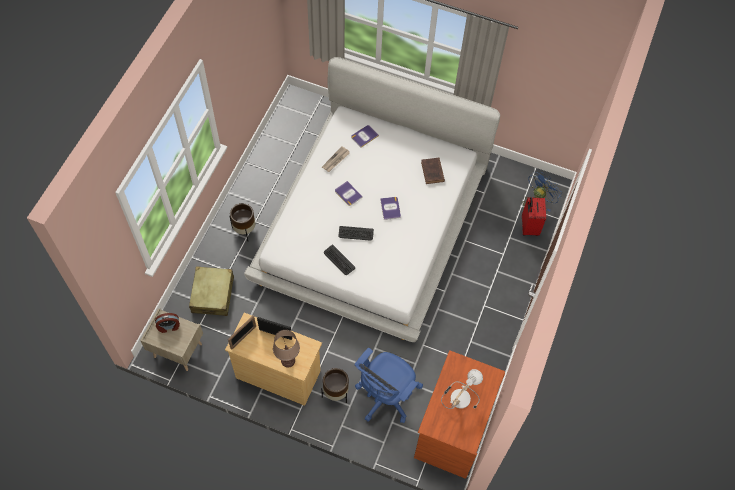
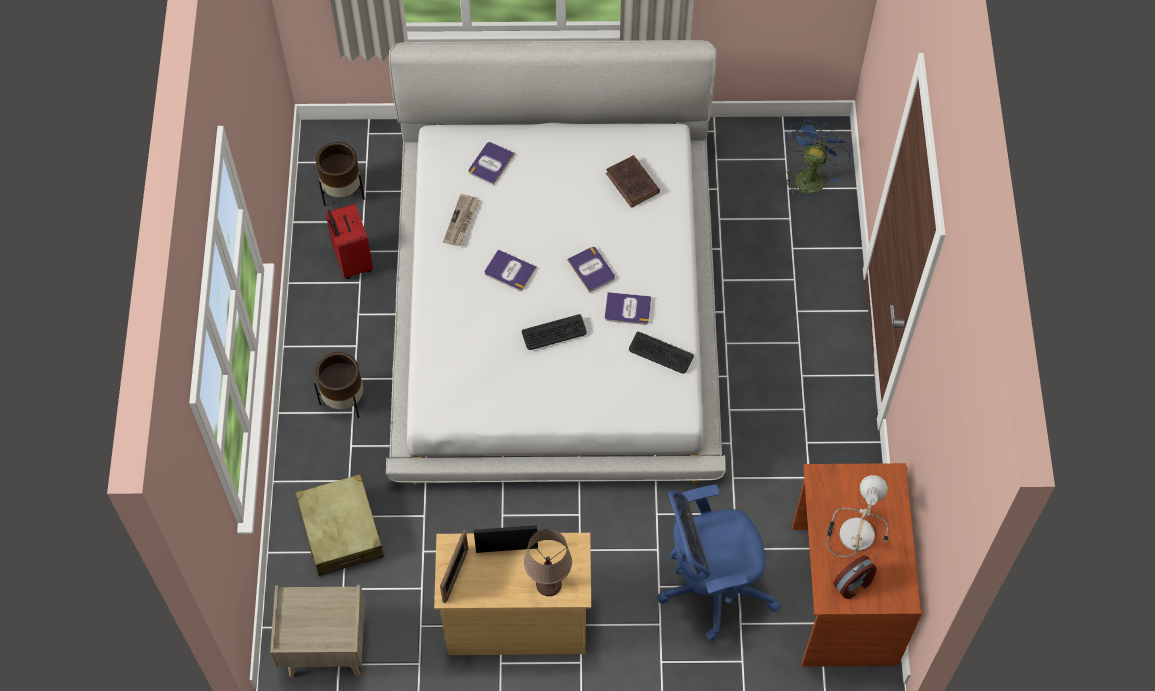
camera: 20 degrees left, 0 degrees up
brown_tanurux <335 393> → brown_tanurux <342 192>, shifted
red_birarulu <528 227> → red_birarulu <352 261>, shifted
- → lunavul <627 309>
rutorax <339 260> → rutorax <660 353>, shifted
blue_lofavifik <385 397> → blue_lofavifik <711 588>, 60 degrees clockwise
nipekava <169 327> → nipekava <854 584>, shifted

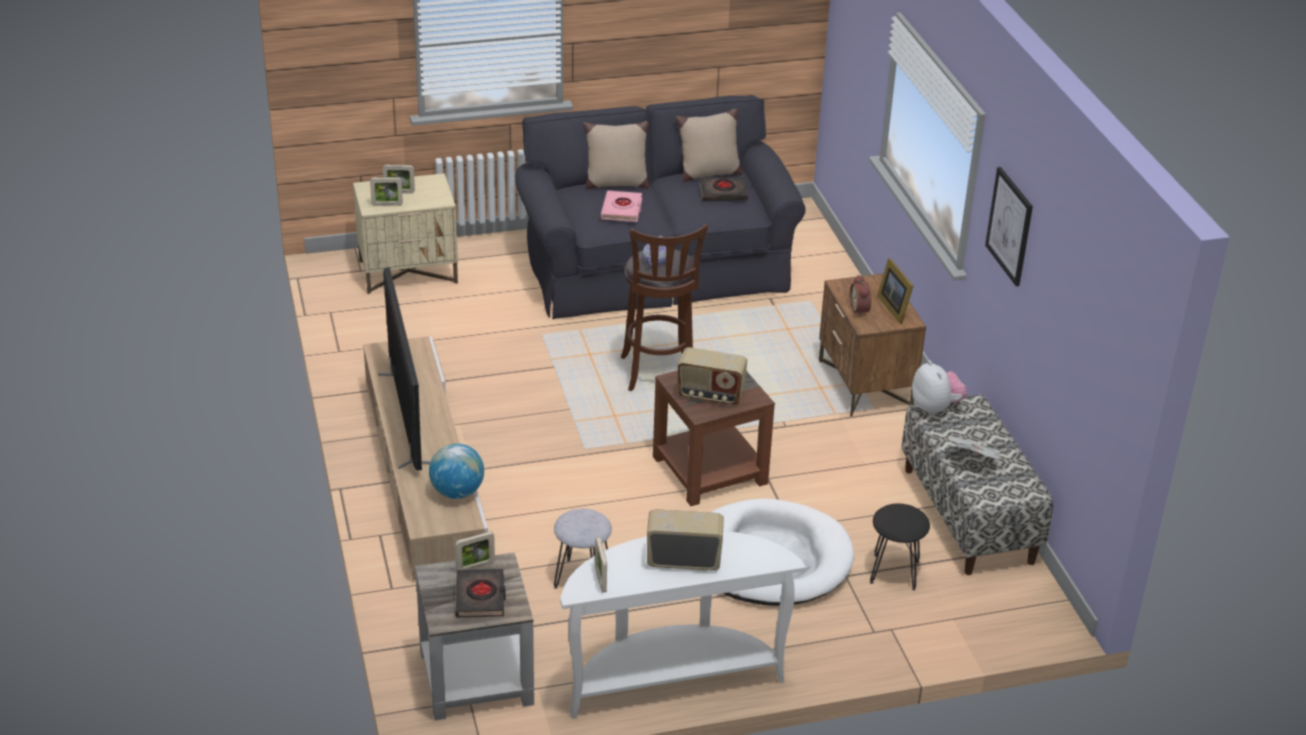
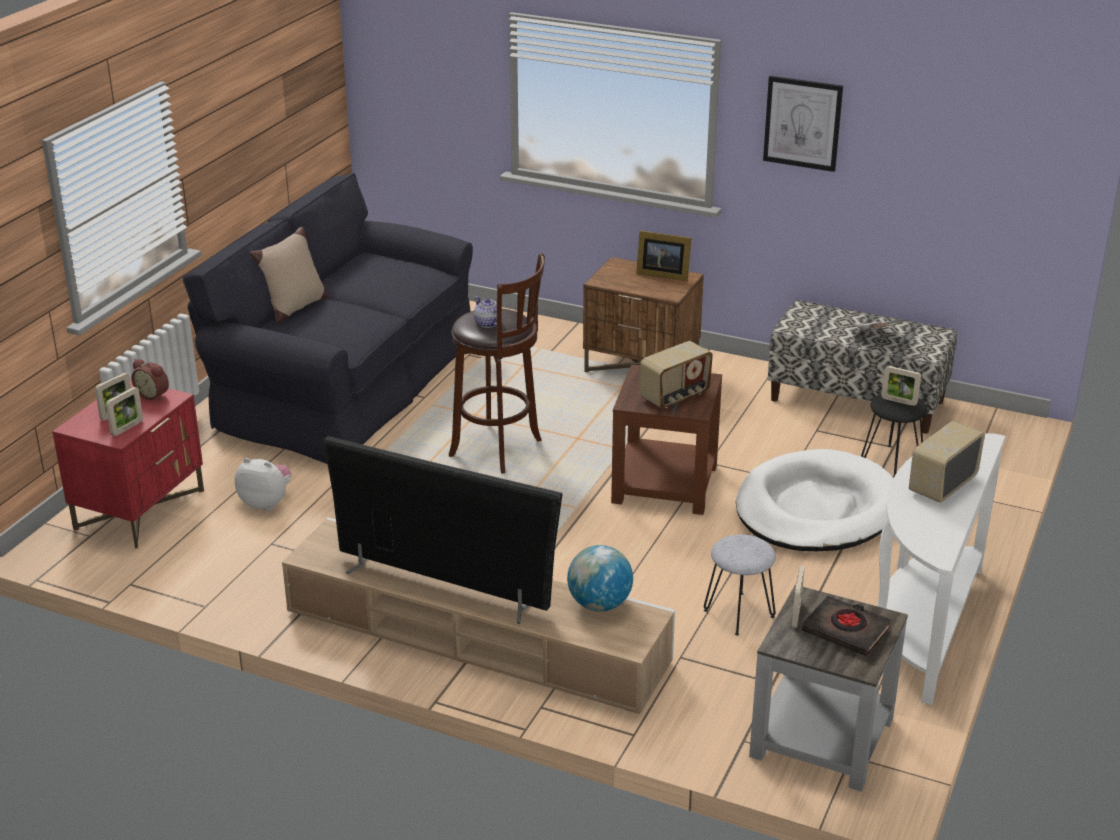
camera: 50 degrees left, 5 degrees down
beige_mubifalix <409 272> → red_mubifalix <140 509>
nipekava <861 309> → nipekava <154 395>, shifted
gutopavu <935 408> → gutopavu <266 503>, shifted
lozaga <600 580> → lozaga <899 401>, shifted
pink_lunavul <622 210> → -
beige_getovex <708 173> → -
black_lunavul <723 192> → -

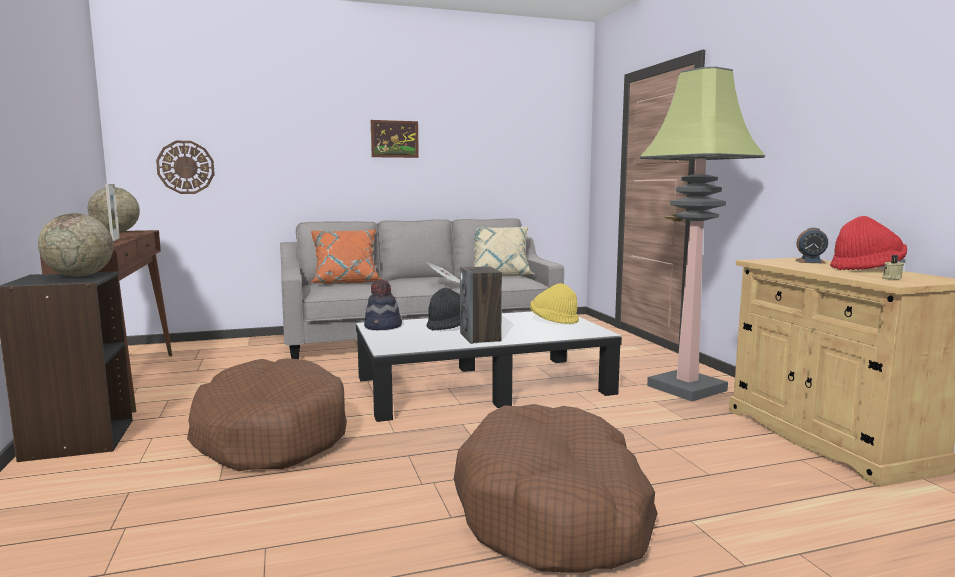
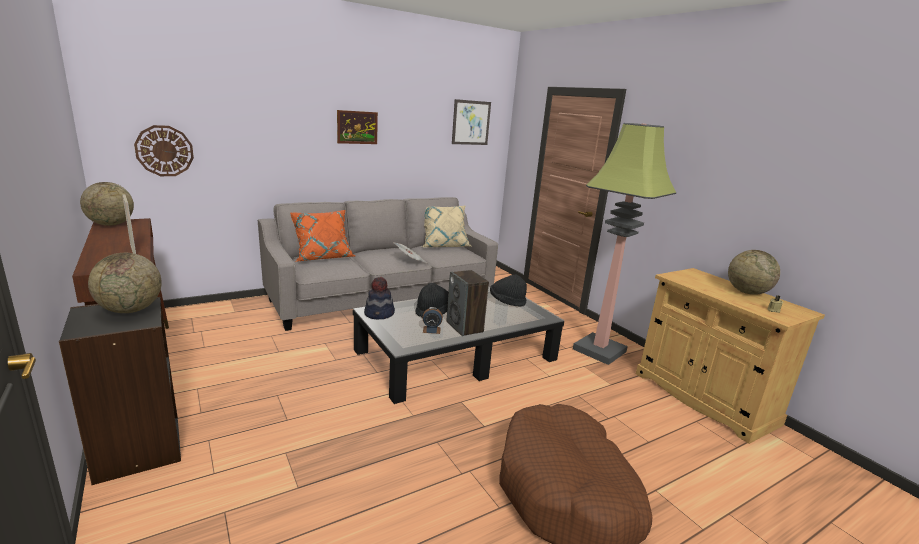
camera: 15 degrees left, 10 degrees up
nipekava <810 262> → nipekava <431 330>, shifted
- → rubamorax <471 122>
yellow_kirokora <553 321> → black_kirokora <507 301>
red_kirokora <866 269> → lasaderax <747 292>
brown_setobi <270 435> → -

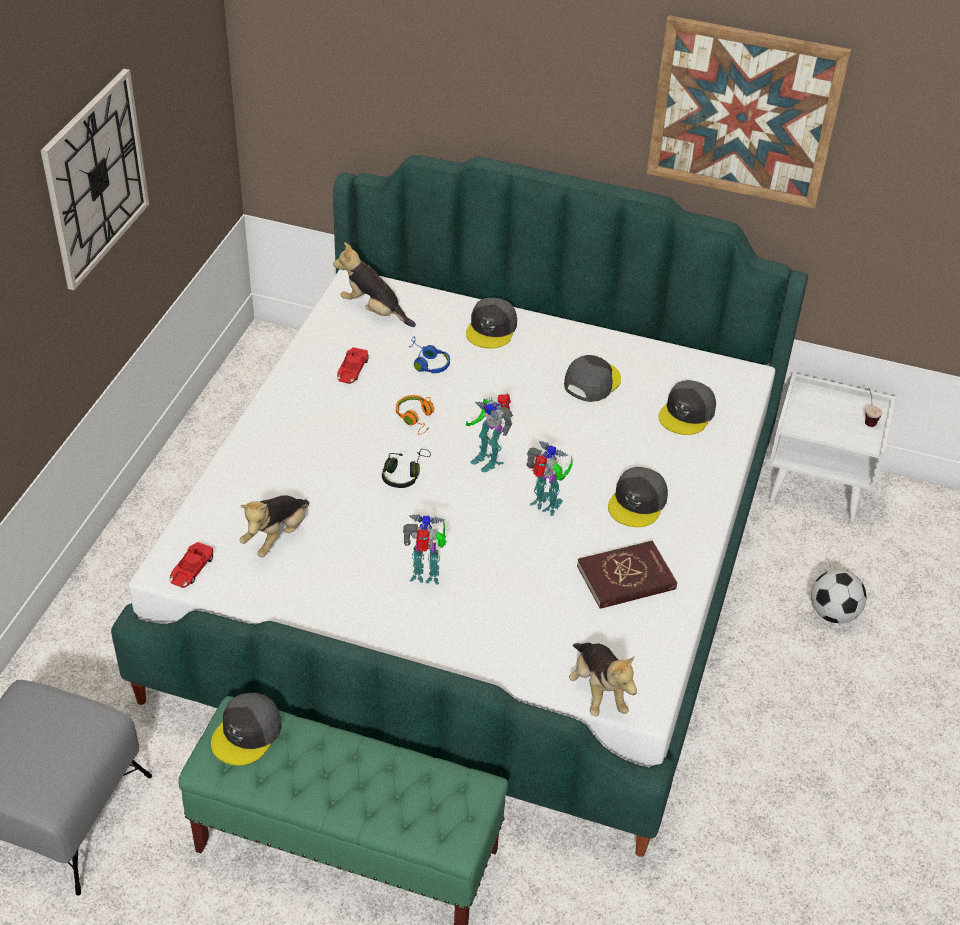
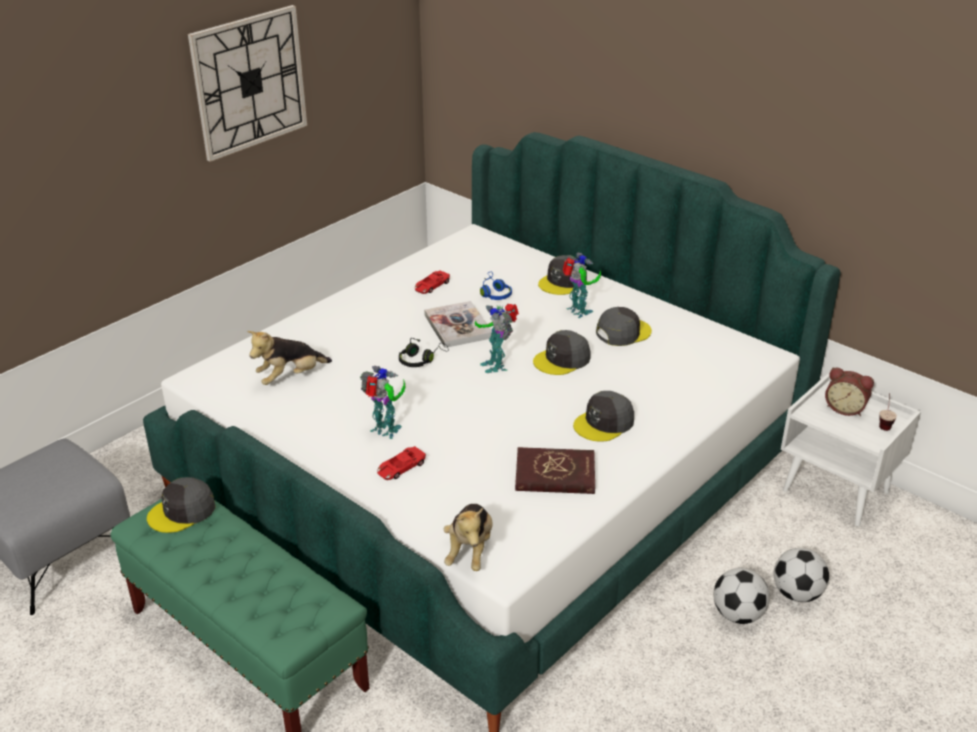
camera: 25 degrees right, 10 degrees down
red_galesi <191 569> → red_galesi <400 468>, shifted
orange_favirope <416 418> → lunavul <458 326>
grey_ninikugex <687 413> → grey_ninikugex <562 360>, shifted
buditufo <546 506> → buditufo <578 312>, shifted
- → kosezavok <737 614>
- → nipekava <845 408>
gutopavu <374 310> → -
rubamorax <744 112> → -

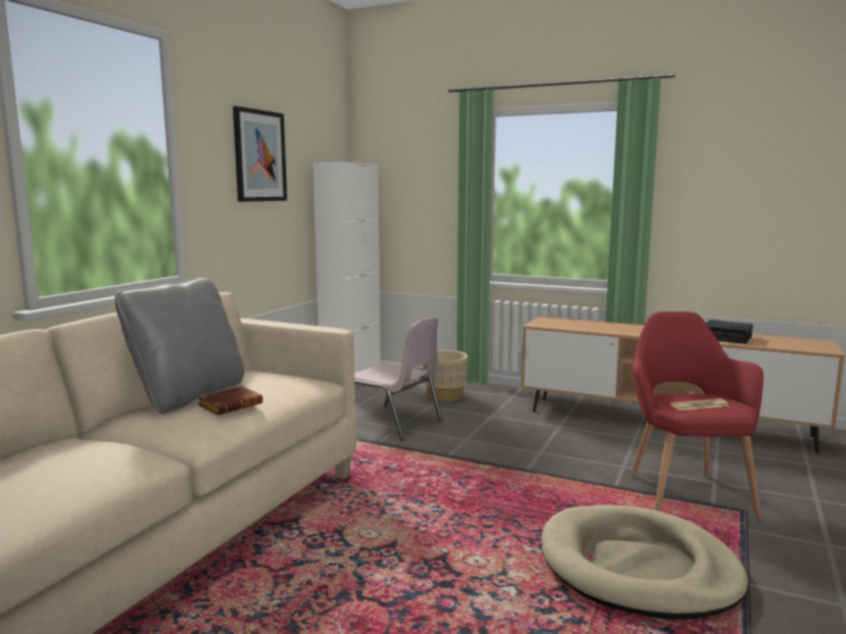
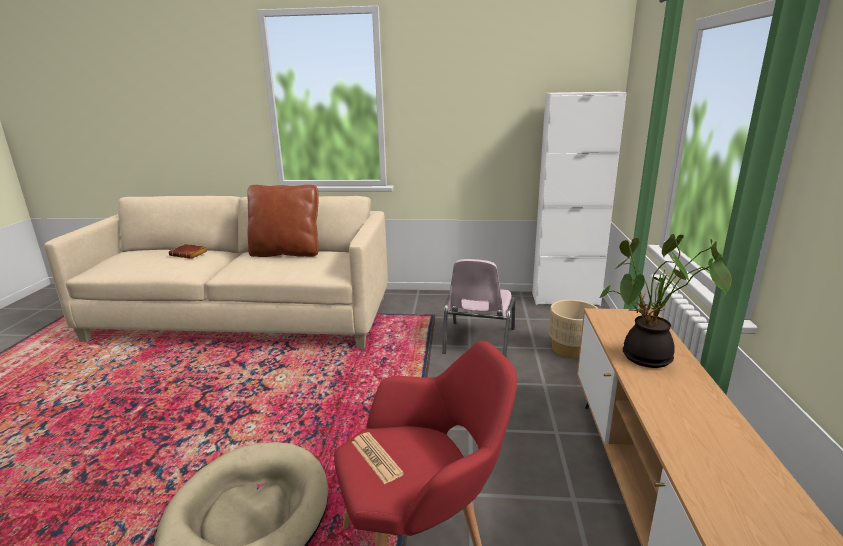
camera: 70 degrees right, 10 degrees up
brown_lunavul <231 405> → brown_lunavul <190 254>, shifted
grey_getovex <188 396> → brown_getovex <286 253>
- → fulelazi <646 359>
rubamorax <259 156> → -
nipekava <727 337> → -

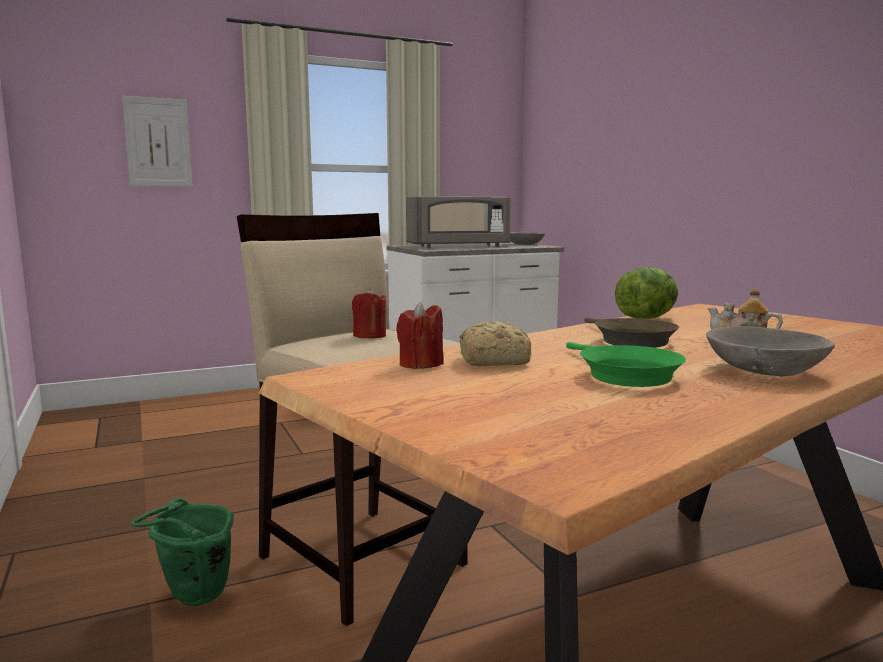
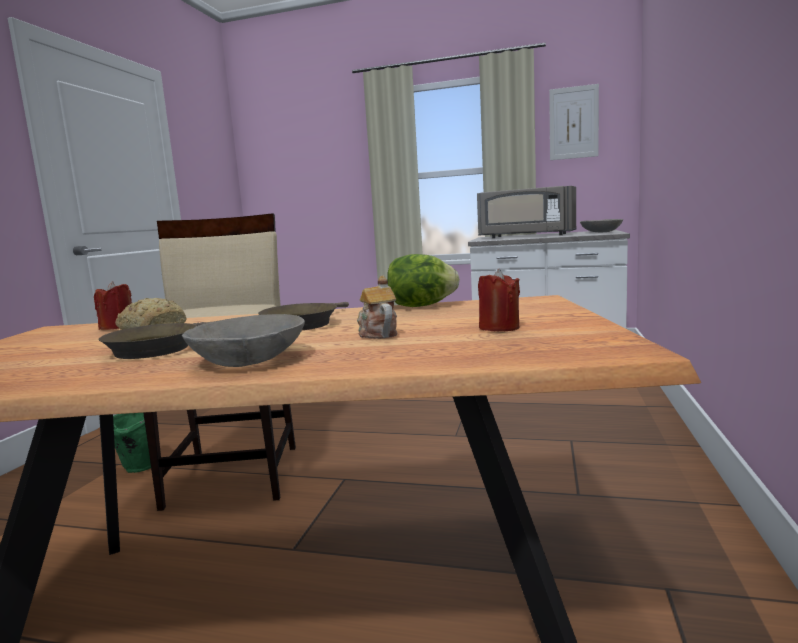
camera: 40 degrees right, 0 degrees up
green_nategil <623 374> → brown_nategil <159 348>
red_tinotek <369 336> → red_tinotek <499 328>, shifted
rubamorax <158 142> → rubamorax <573 123>, shifted

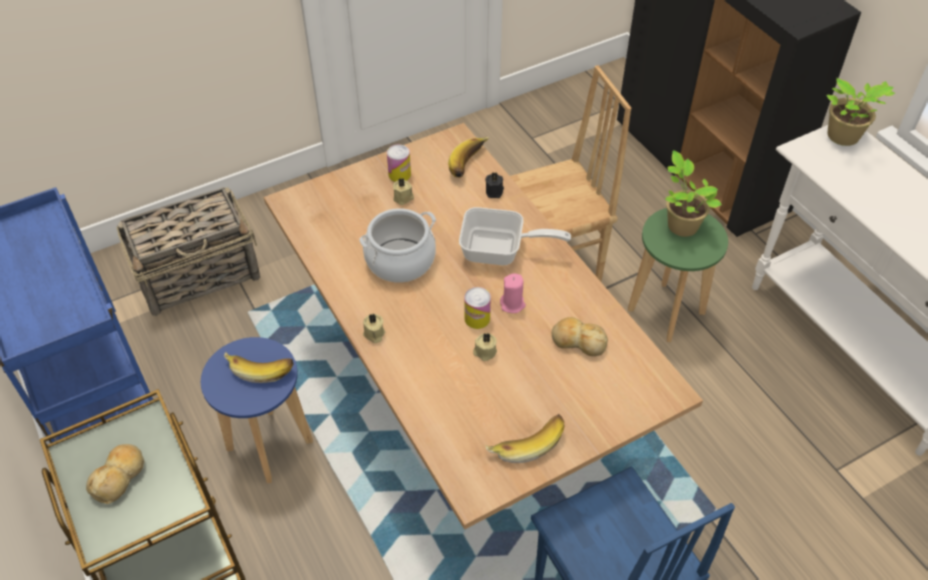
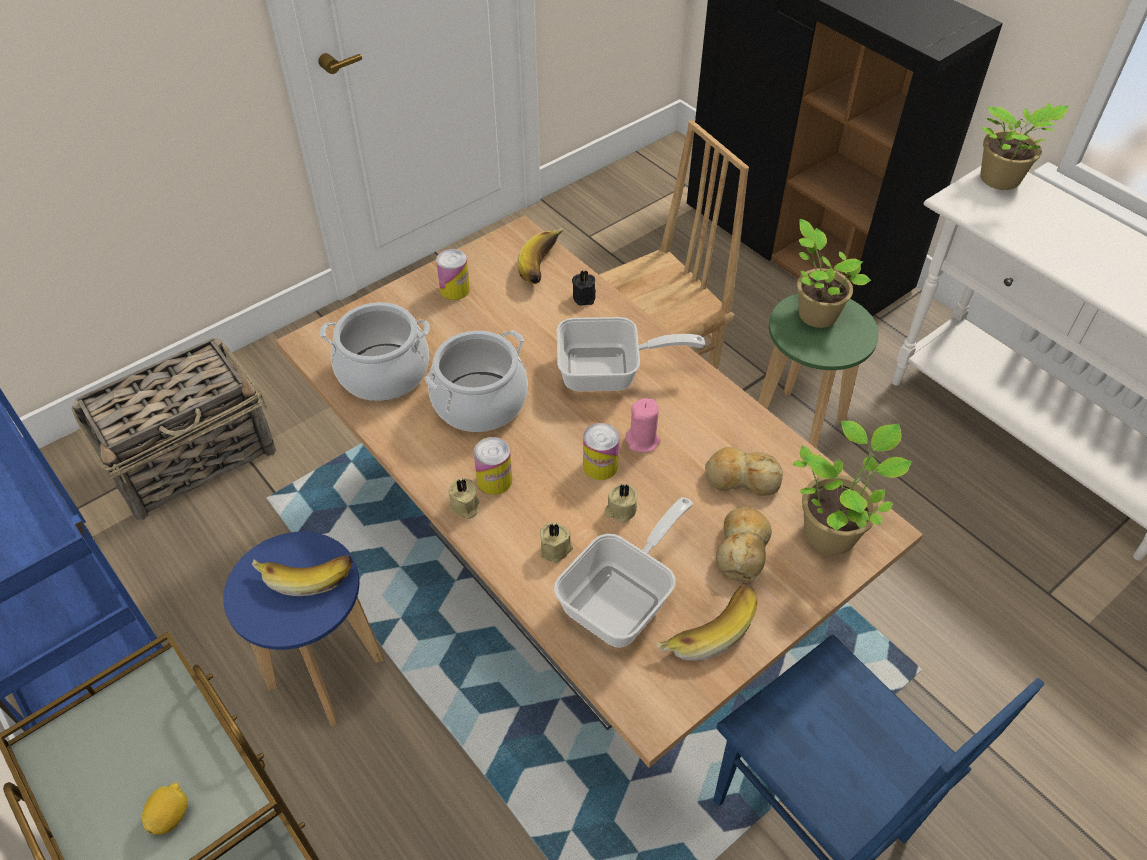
camera: 10 degrees left, 0 degrees up
- → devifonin <170 815>
- → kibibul <383 372>
- → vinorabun <494 480>
beige_tinotek <403 198> → beige_tinotek <556 549>, shifted
- → nategil <624 598>
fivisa <119 477> → fivisa <742 549>, shifted
- → fulelazi <832 531>

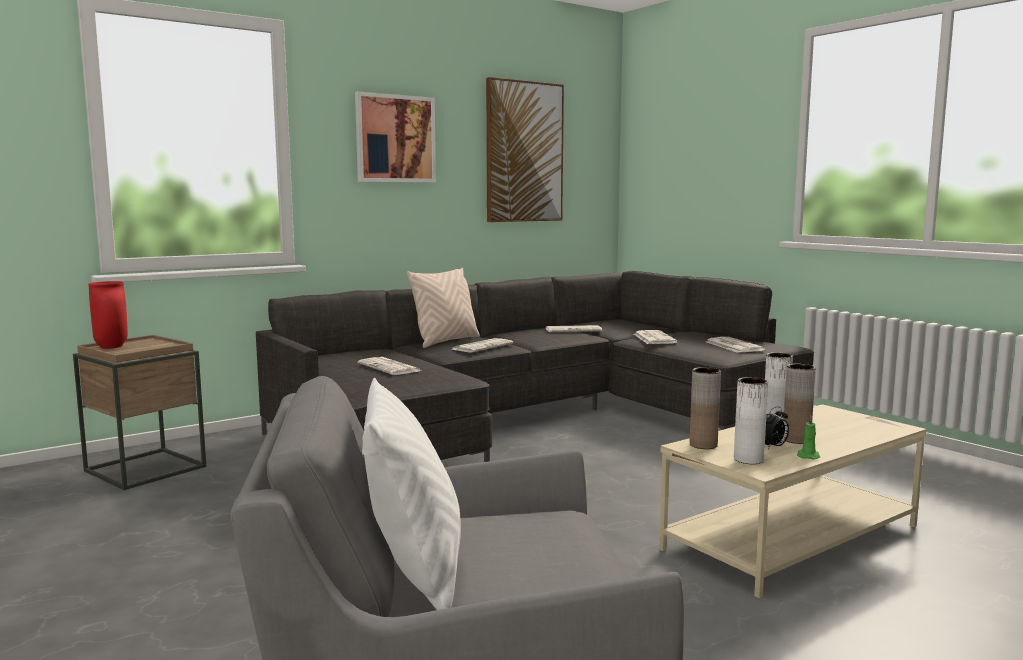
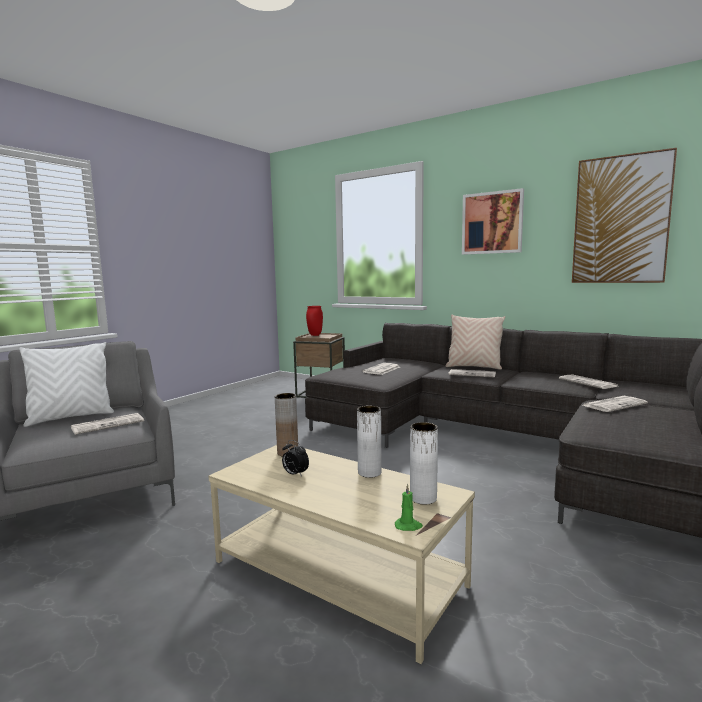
camera: 70 degrees right, 0 degrees up
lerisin <733 346> → lerisin <108 424>, shifted
green_tinotek <808 456> → green_tinotek <408 526>, shifted
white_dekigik <748 459> → white_dekigik <423 498>, shifted
brown_dekigik <796 440> → -

